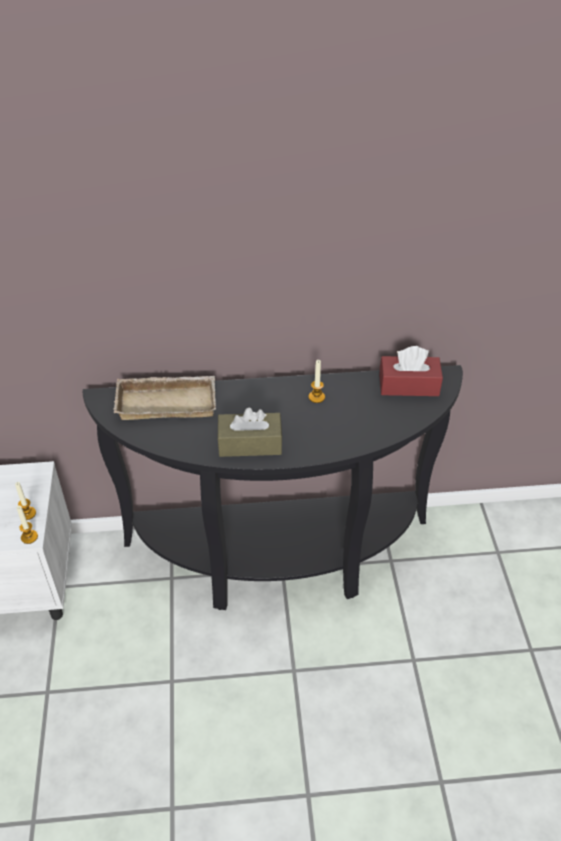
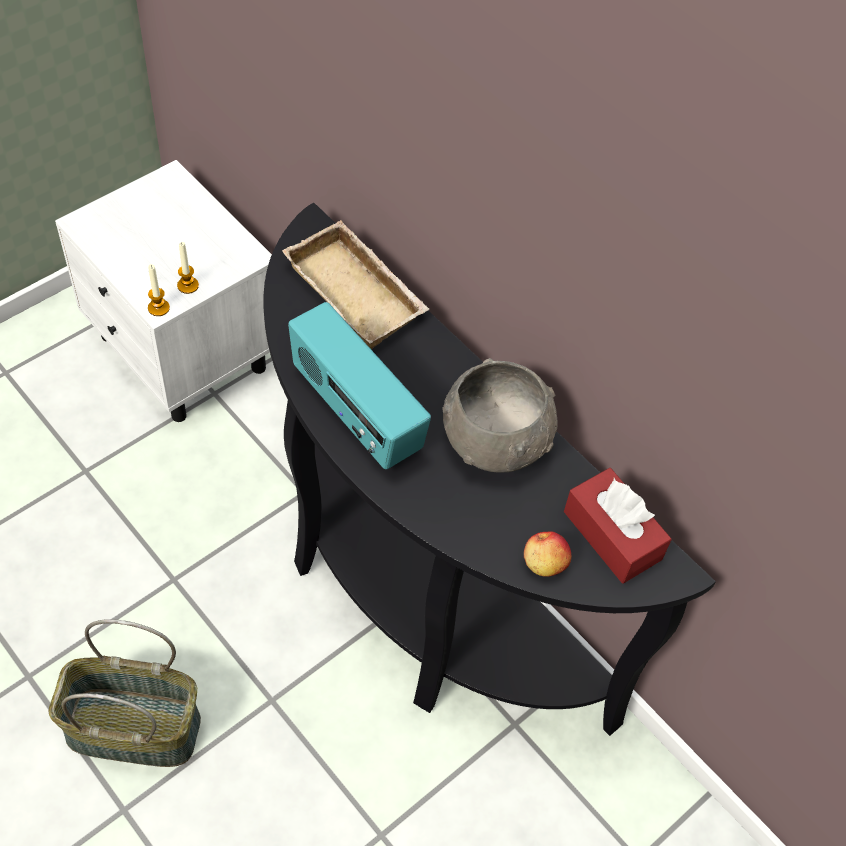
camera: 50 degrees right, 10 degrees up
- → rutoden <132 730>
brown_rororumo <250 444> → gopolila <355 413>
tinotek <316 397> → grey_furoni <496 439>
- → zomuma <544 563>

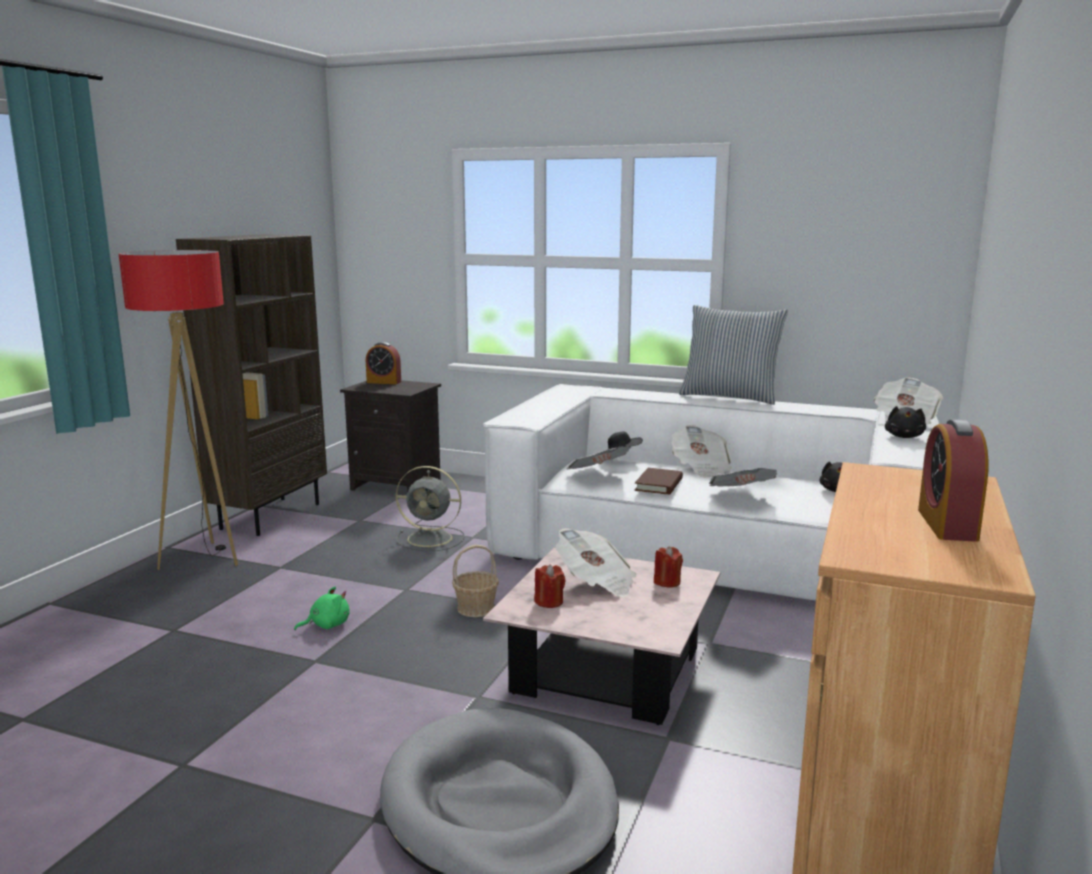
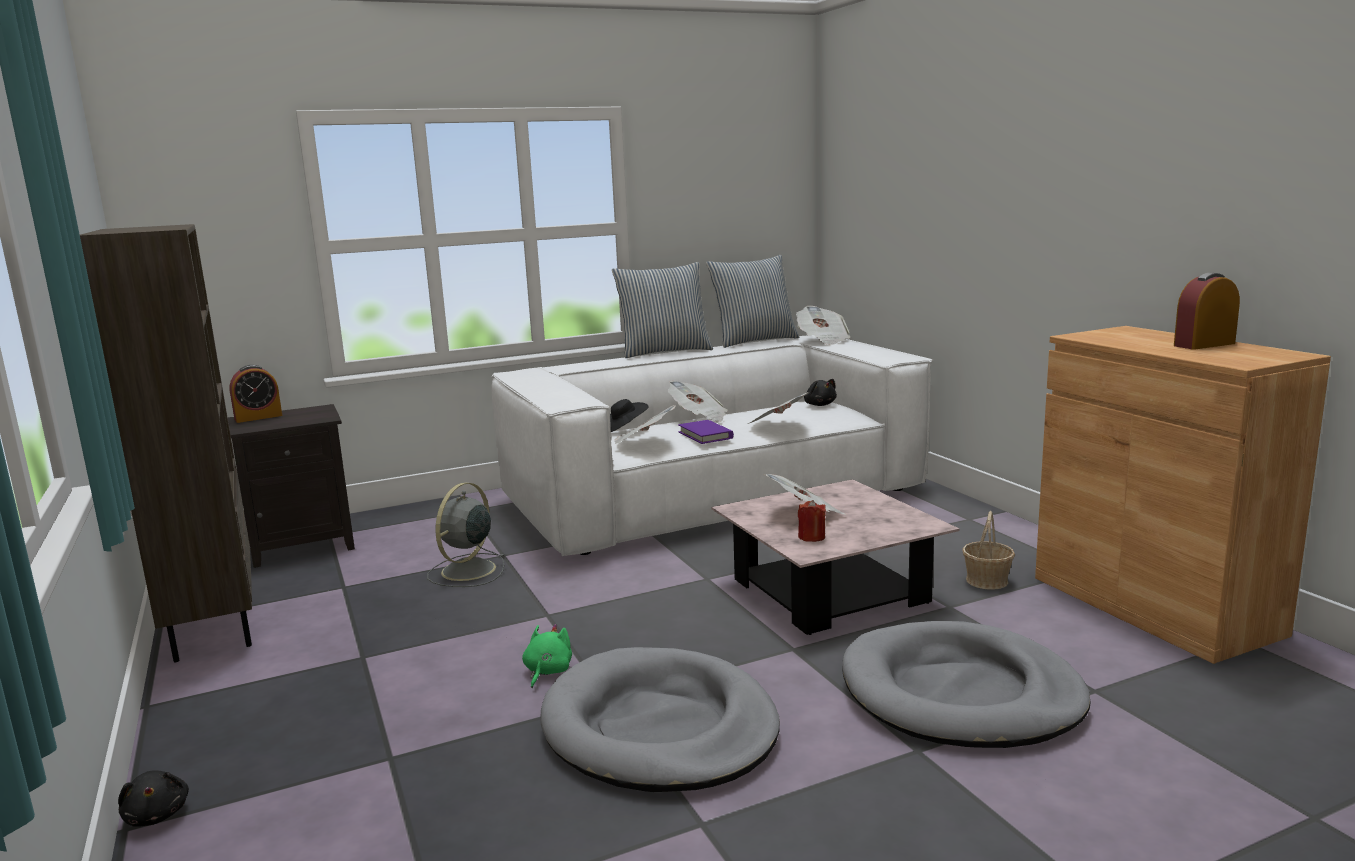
camera: 45 degrees left, 0 degrees up
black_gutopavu <904 436> → black_gutopavu <157 815>, shifted
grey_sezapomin <432 539> → grey_sezapomin <467 571>, 150 degrees clockwise
- → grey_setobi <659 728>
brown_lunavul <659 485> → purple_lunavul <705 435>
- → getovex <754 341>
rutoden <476 608> → rutoden <987 581>, shifted
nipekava <947 524> → nipekava <1204 344>, 105 degrees clockwise
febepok <203 559> → -
red_tinotek <667 582> → -

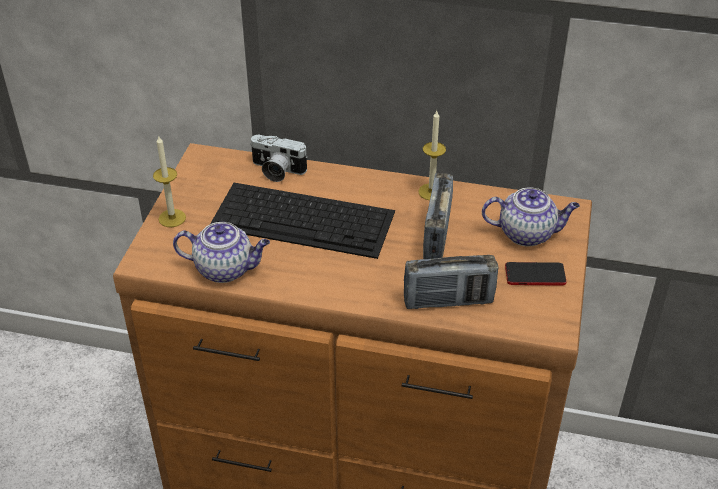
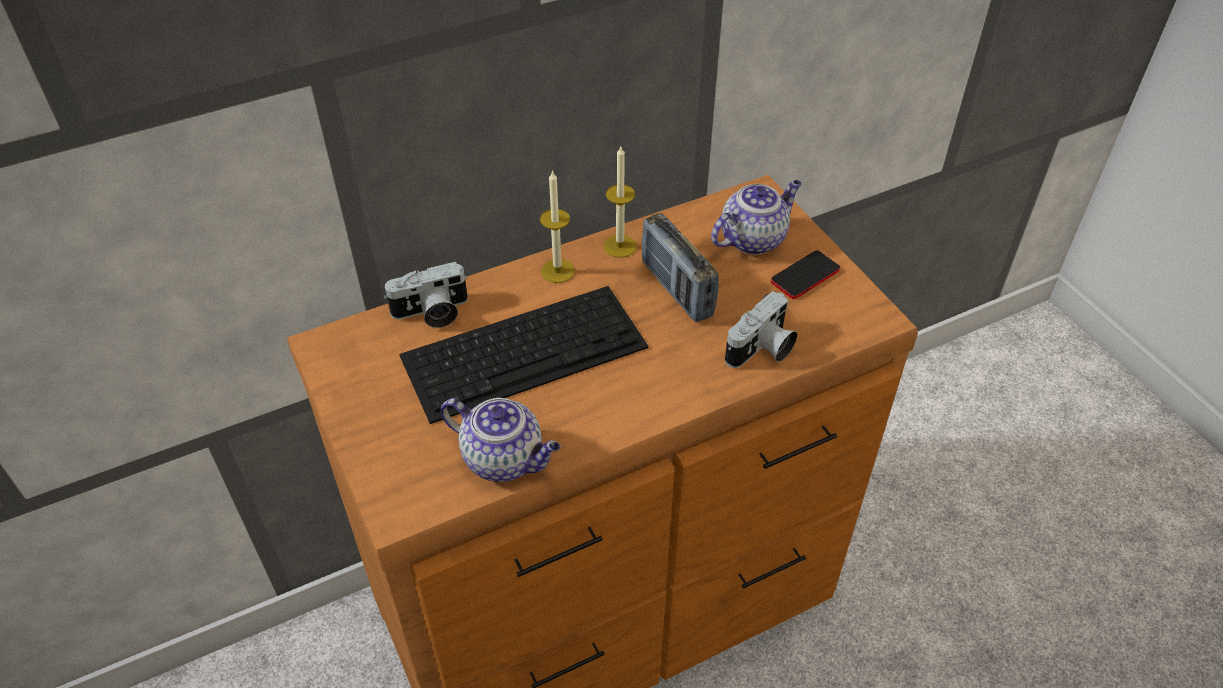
camera: 40 degrees left, 5 degrees up
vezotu <226 269> → vezotu <505 459>, 60 degrees clockwise
tinotek <172 218> → tinotek <557 271>, shifted
gopolila <448 301> → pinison <762 350>

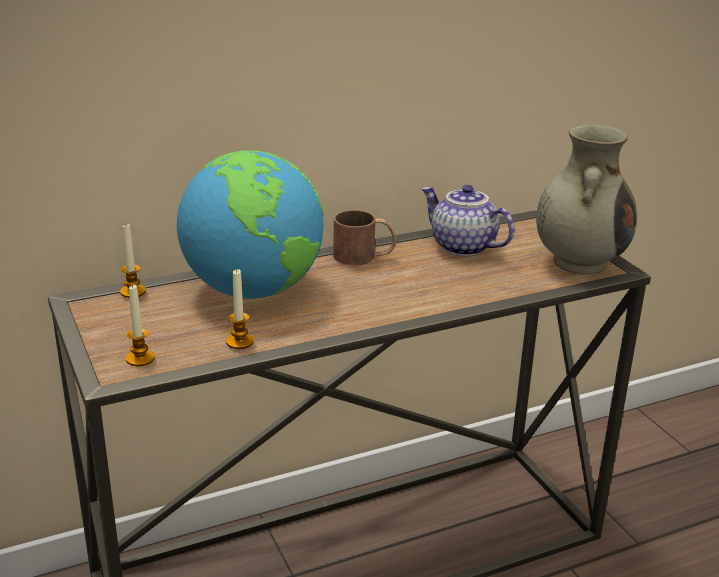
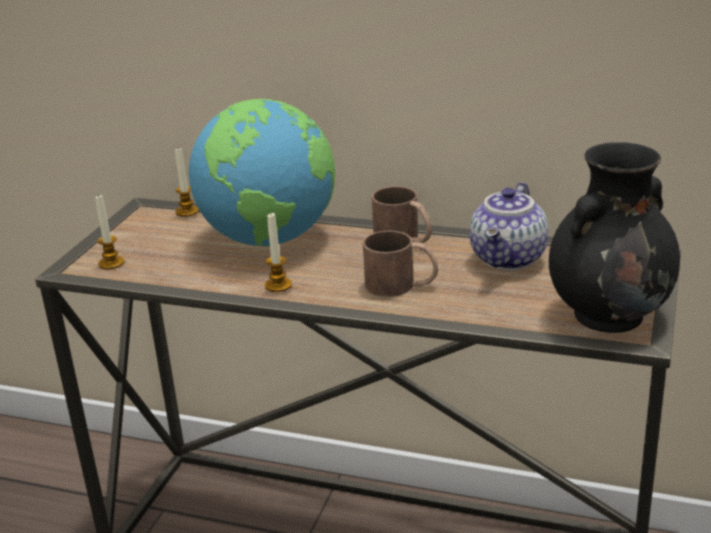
camera: 45 degrees right, 0 degrees up
tinotek <240 342> → tinotek <278 285>, shifted
- → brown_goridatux <401 285>
vezotu <461 247> → vezotu <509 259>, 150 degrees counterclockwise
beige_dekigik <579 261> → black_dekigik <610 314>

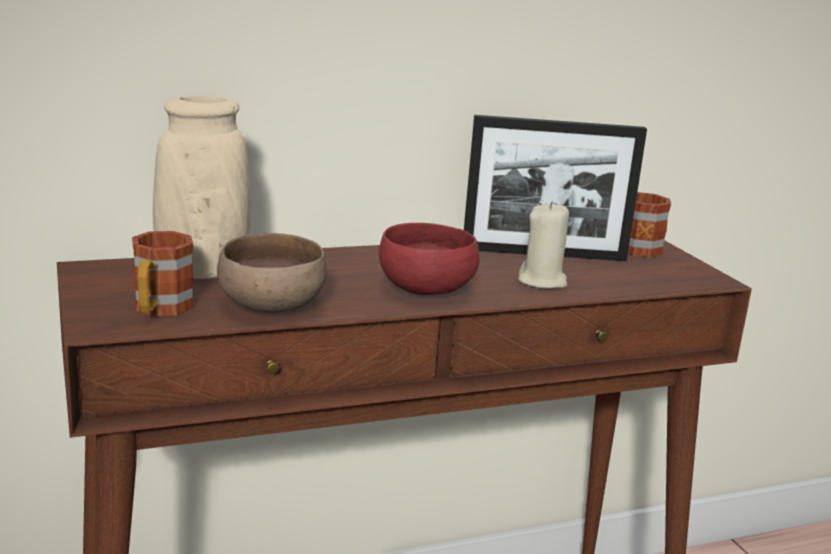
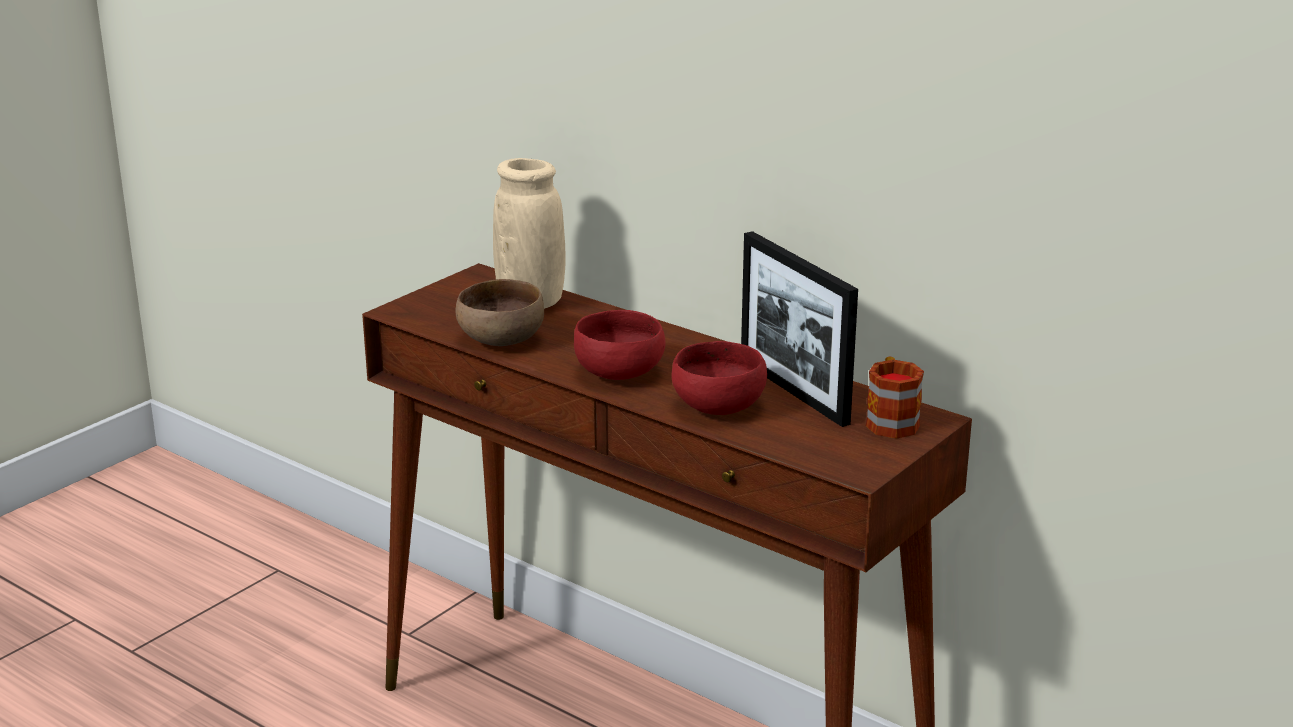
camera: 60 degrees right, 5 degrees up
beige_tinotek <542 281> → red_furoni <716 406>
goridatux <159 309> → -

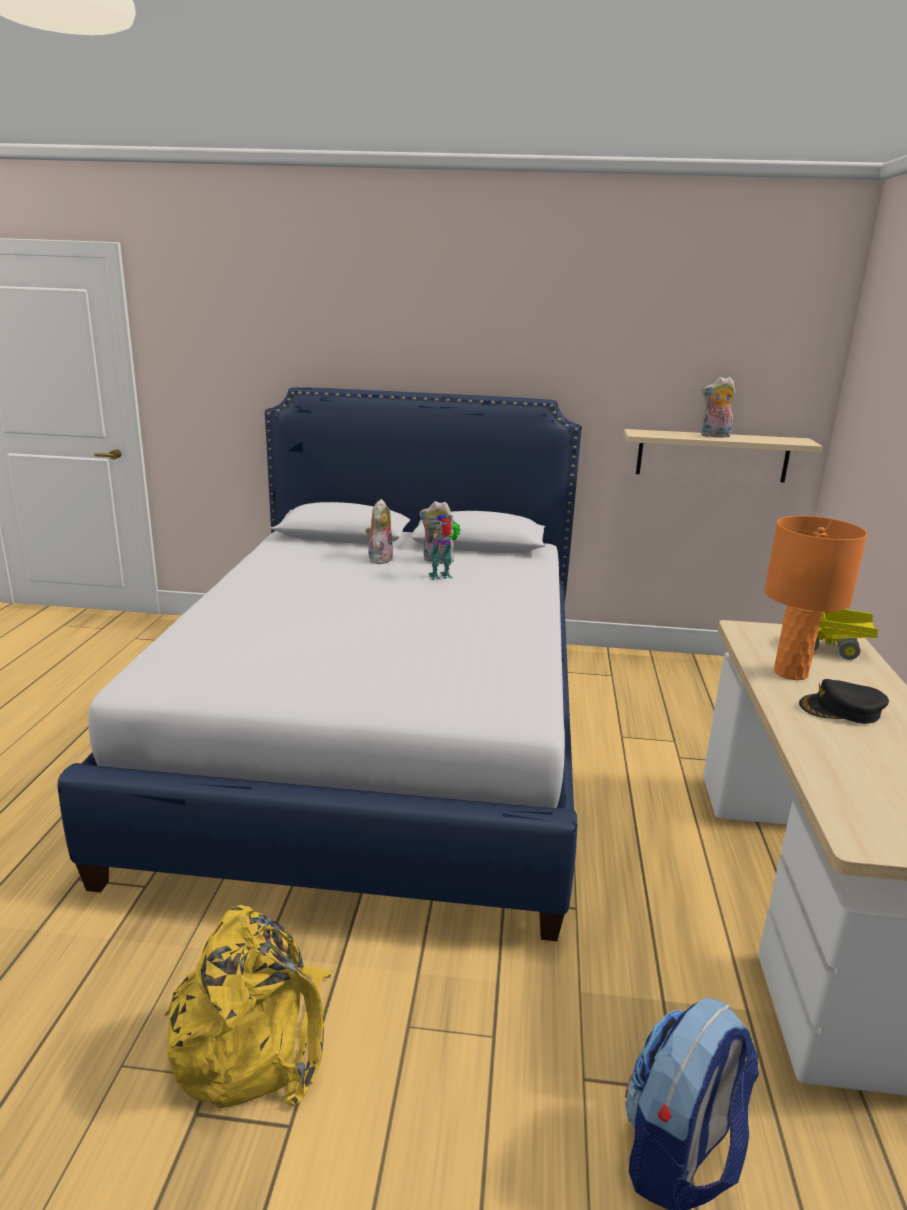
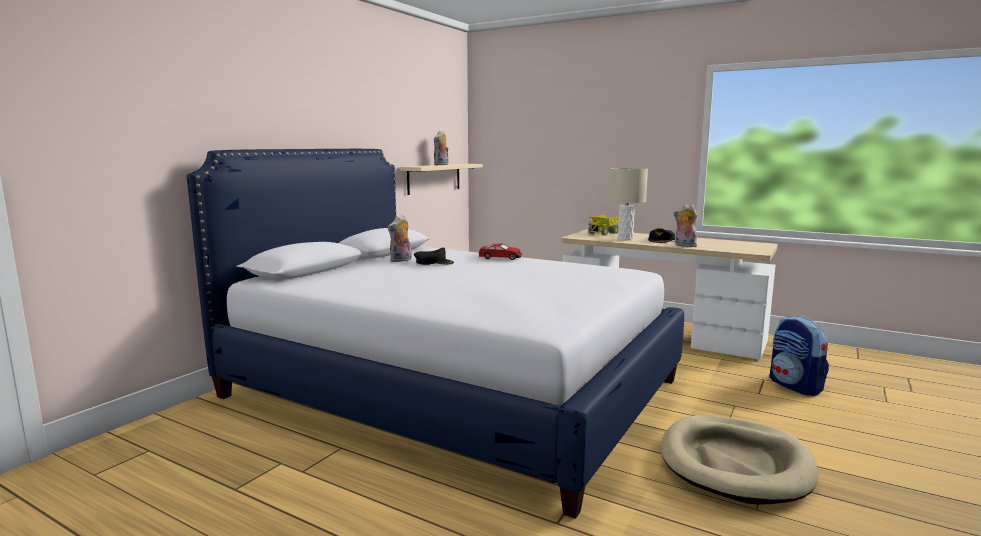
camera: 65 degrees left, 10 degrees down
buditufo <441 577> → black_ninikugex <434 262>
- → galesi <500 257>
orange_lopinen <790 673> → beige_lopinen <625 239>
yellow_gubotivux <254 1038> → beige_setobi <735 464>
gutopavu <379 558> → gutopavu <684 246>, shifted

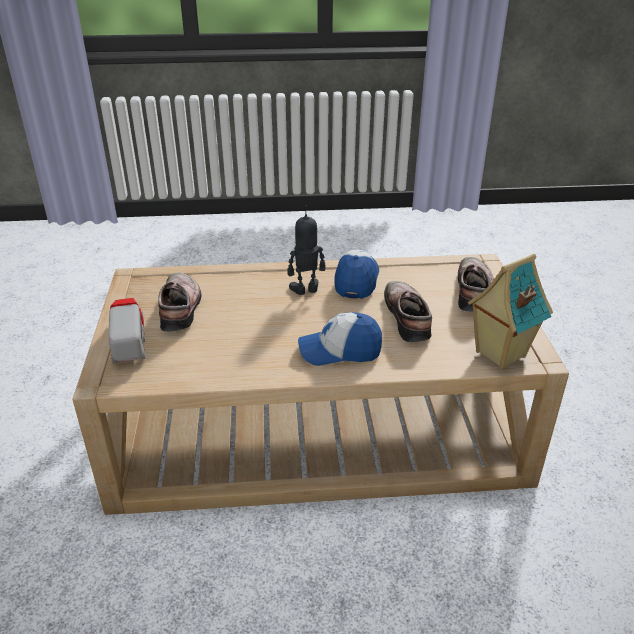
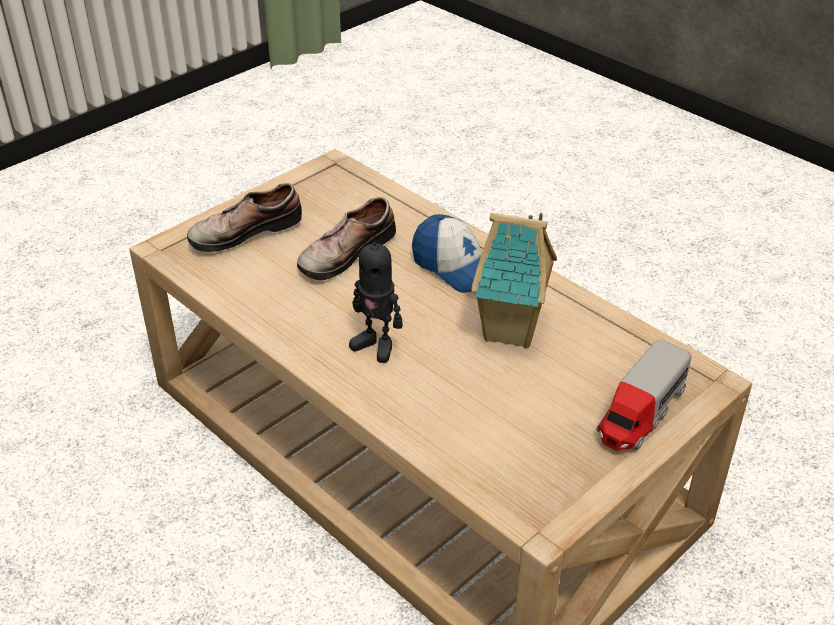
camera: 130 degrees left, 5 degrees up
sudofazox <499 354> → sudofazox <512 331>, shifted
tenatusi <182 308> → -
ninikugex <357 280> → -

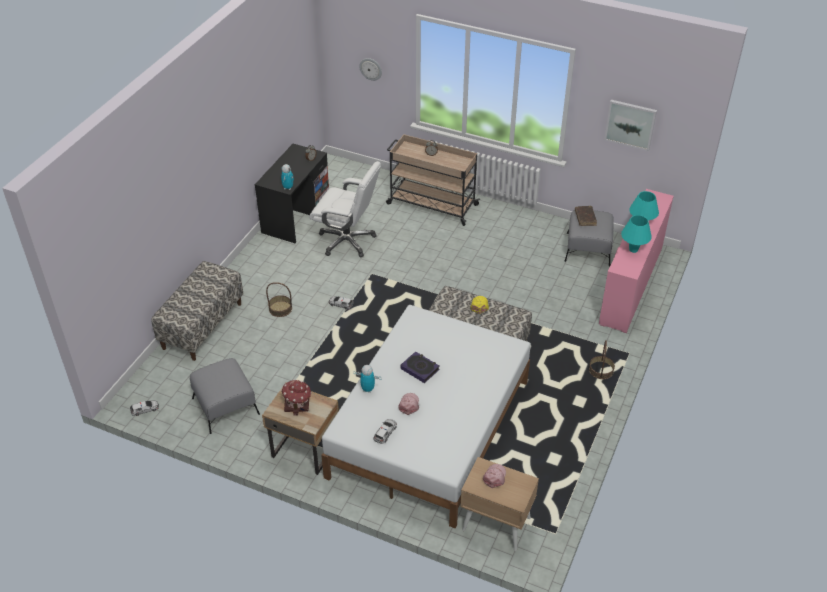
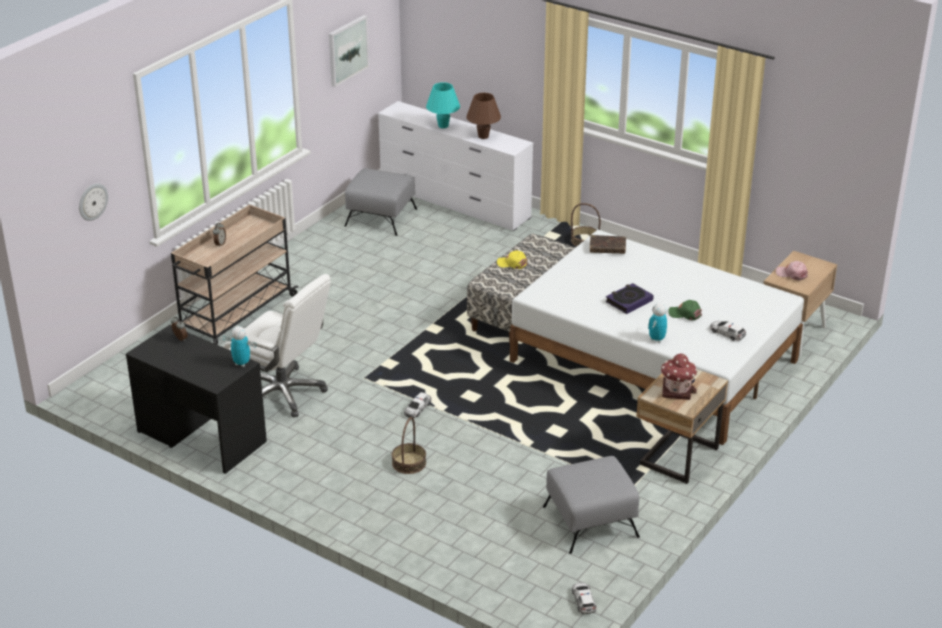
camera: 80 degrees left, 10 degrees down
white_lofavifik <347 241> → white_lofavifik <283 393>, 90 degrees clockwise
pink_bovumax <630 285> → white_bovumax <454 202>
turquoise_lopinen <633 249> → brown_lopinen <483 136>
brown_lunavul <585 218> → brown_lunavul <607 248>, shifted
pink_ninikugex <409 405> → green_ninikugex <685 314>
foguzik <202 325> → -

